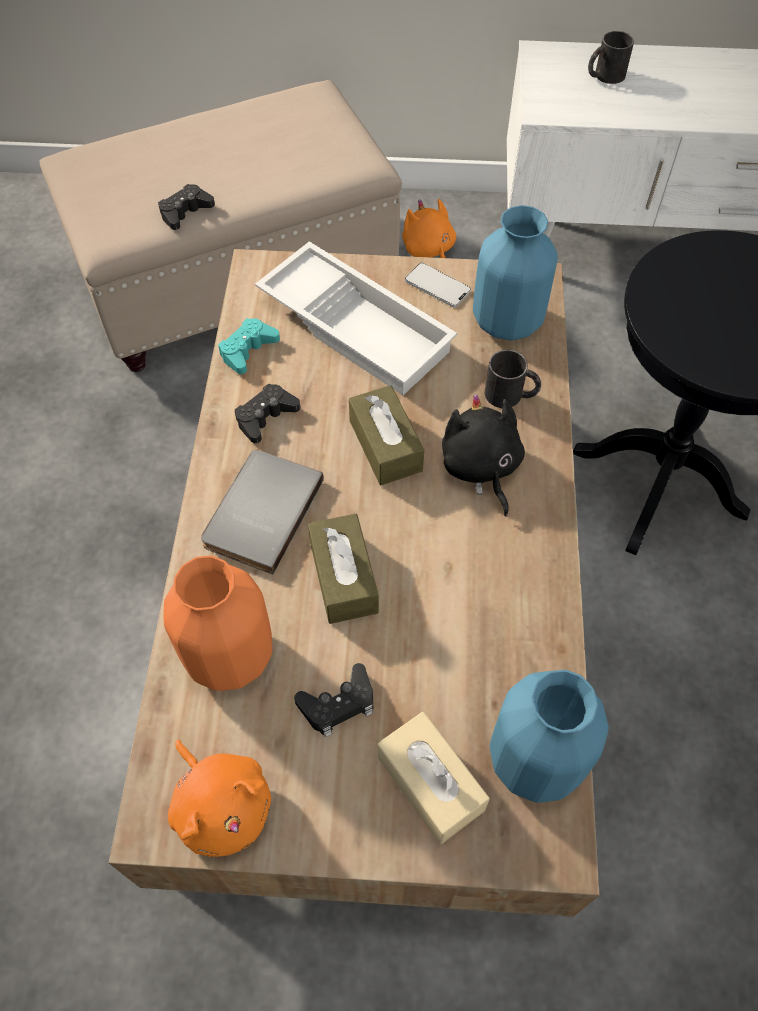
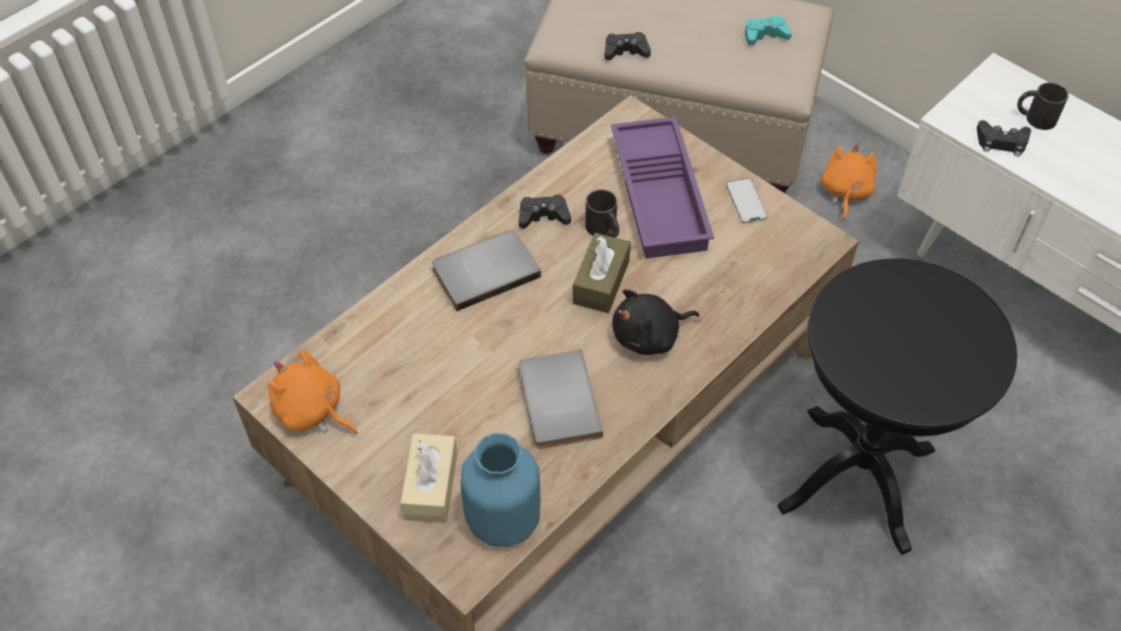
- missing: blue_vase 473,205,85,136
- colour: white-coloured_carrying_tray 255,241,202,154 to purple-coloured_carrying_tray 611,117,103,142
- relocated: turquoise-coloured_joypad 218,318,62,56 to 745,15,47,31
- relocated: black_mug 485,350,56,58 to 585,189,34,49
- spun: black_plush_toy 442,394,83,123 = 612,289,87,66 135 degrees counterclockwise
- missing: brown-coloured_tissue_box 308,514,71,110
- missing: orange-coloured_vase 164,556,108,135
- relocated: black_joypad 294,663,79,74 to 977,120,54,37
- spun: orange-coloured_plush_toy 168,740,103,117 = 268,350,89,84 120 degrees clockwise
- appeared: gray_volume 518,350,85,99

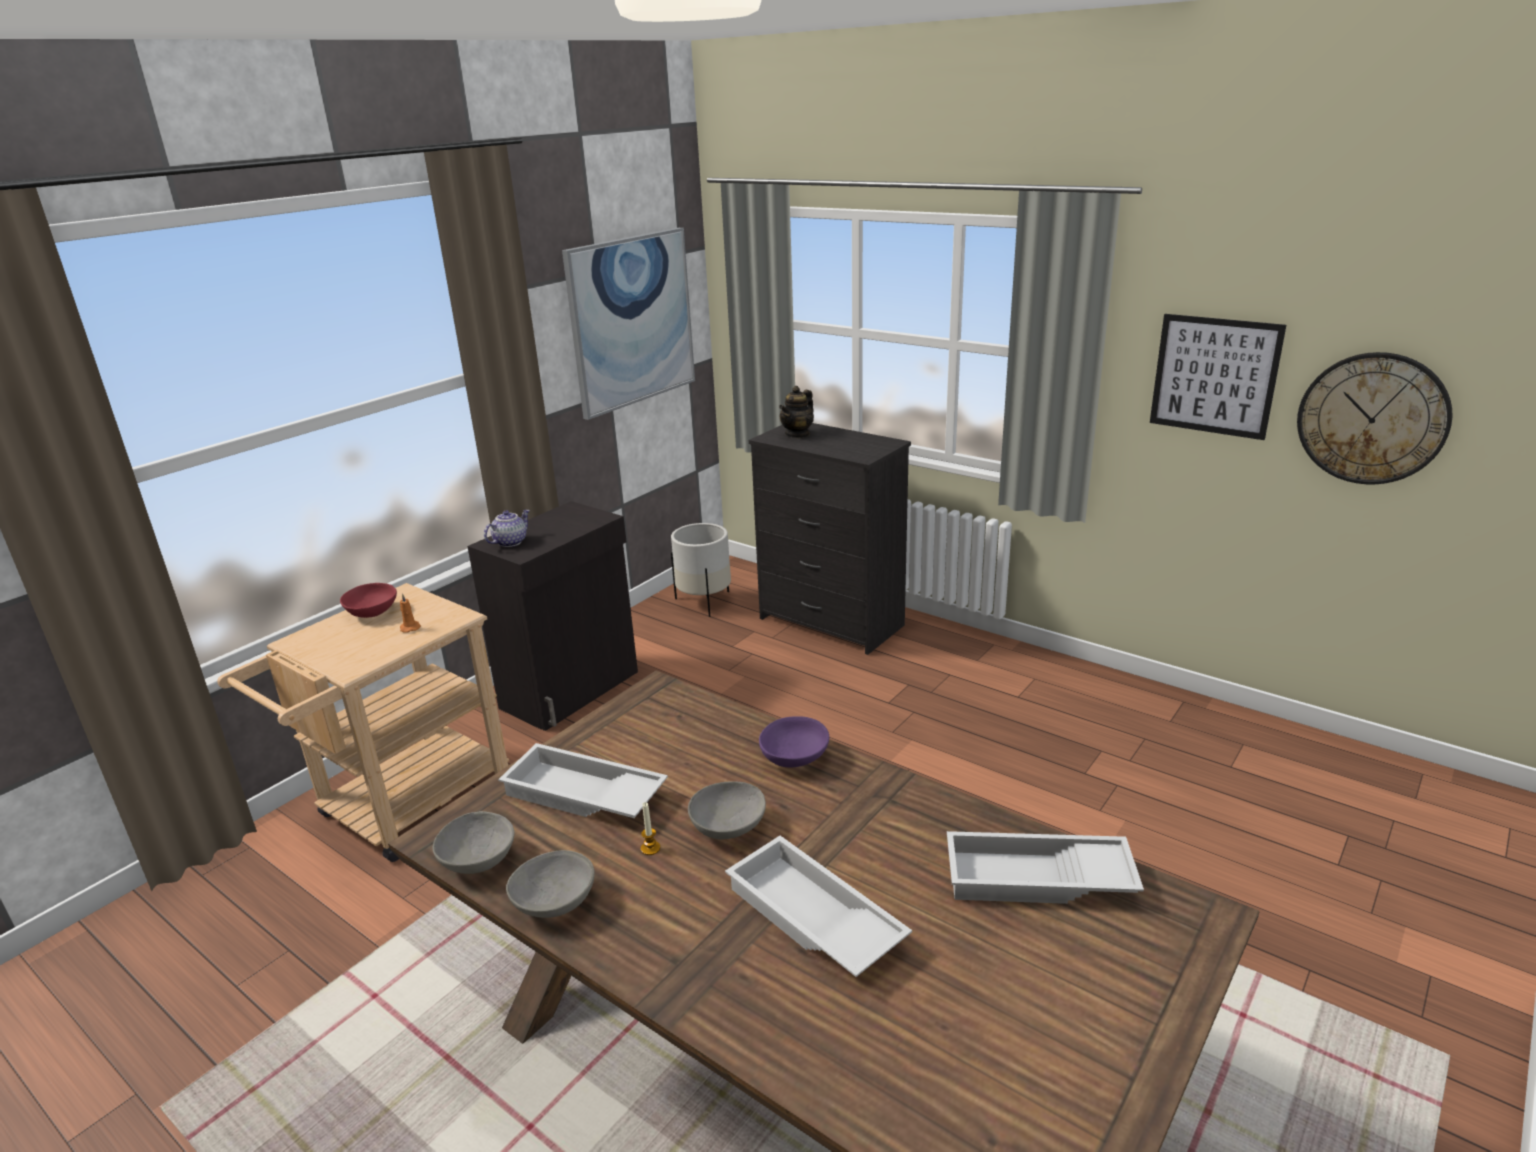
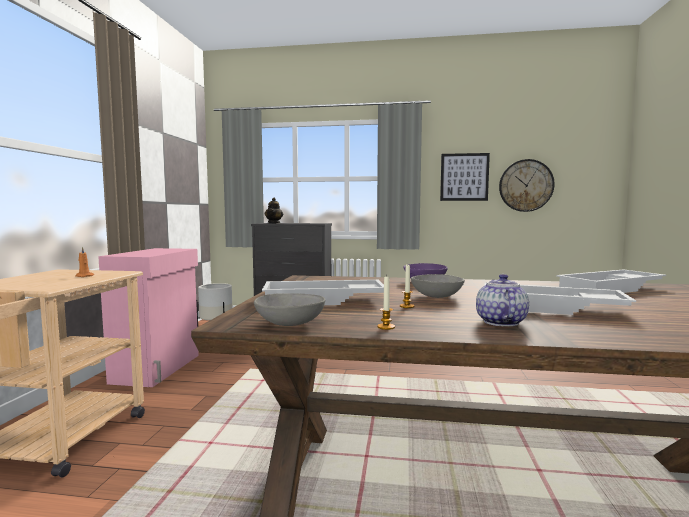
- missing: wall_art 562,228,133,192
- colour: black_storage_cabinet 467,501,171,230 to pinkish_storage_cabinet 98,248,101,139
- relocated: teapot 484,510,46,37 to 476,274,53,53
- missing: red_bowl 340,583,57,35
- exchanged: gray_bowl 506,850,89,68 to candle 377,277,18,53

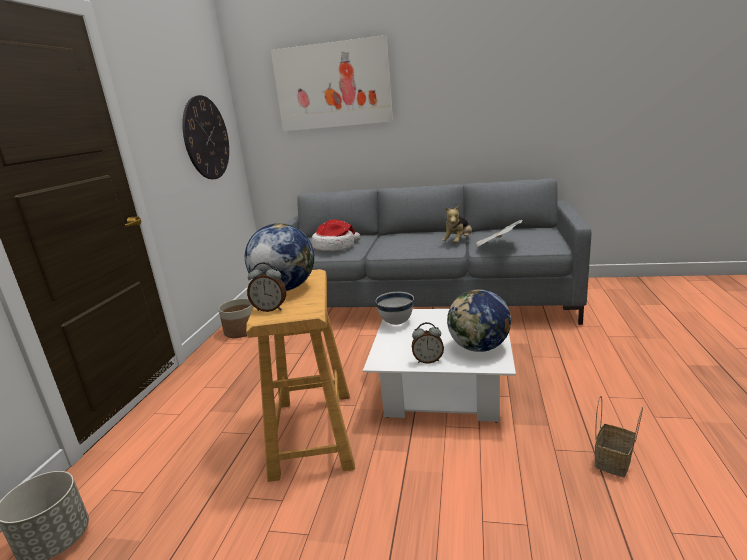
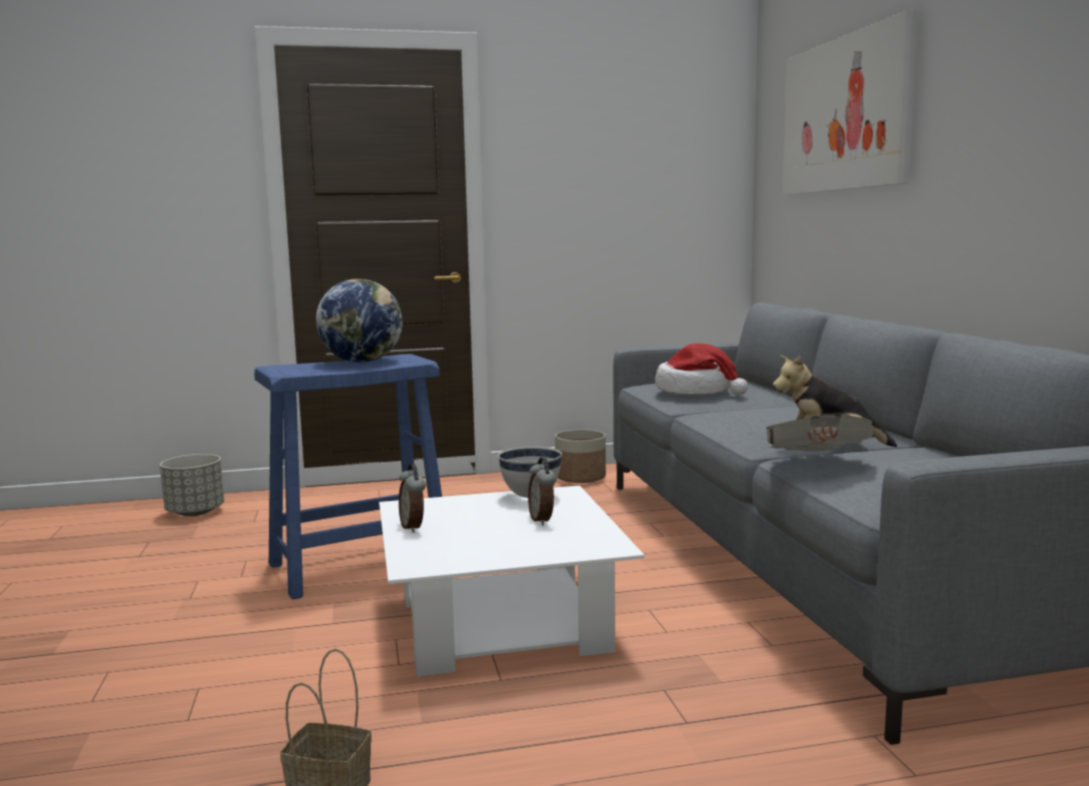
- missing: clock_on_the_wall 182,95,47,84
- relocated: alarm_clock 247,262,39,50 to 528,458,28,67
- colour: beige_sitting_stool 246,269,109,213 to blue_sitting_stool 254,354,188,245
- missing: desk_globe 447,289,64,63

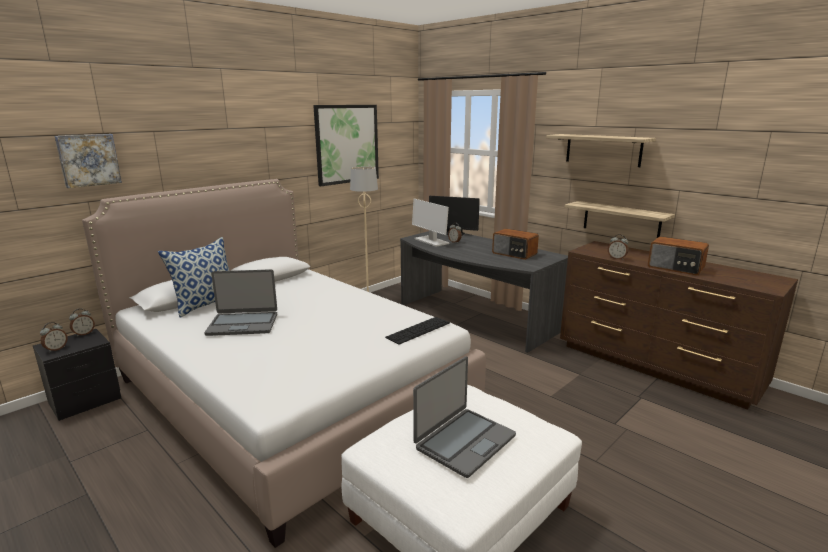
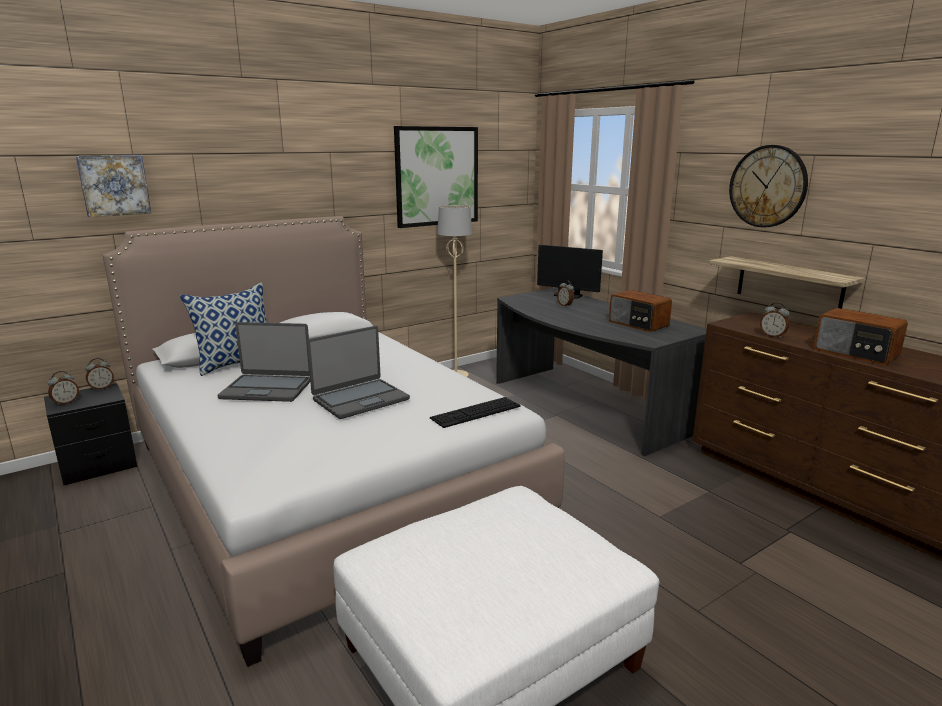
- exchanged: bracket_shelf 546,134,110,33 to clock_on_the_wall 729,145,79,82
- missing: computer_screen 412,199,38,48
- relocated: notebook_computer 413,356,103,122 to 307,326,103,93

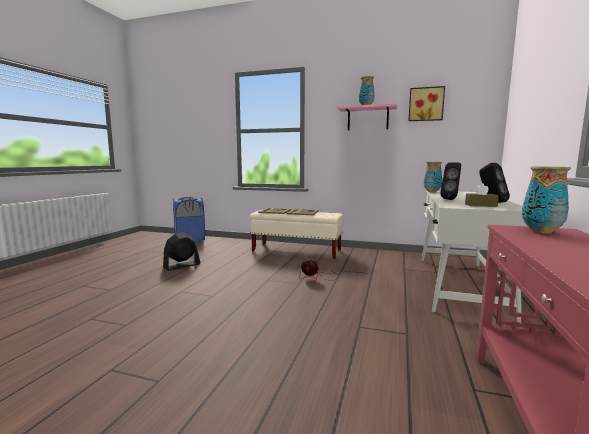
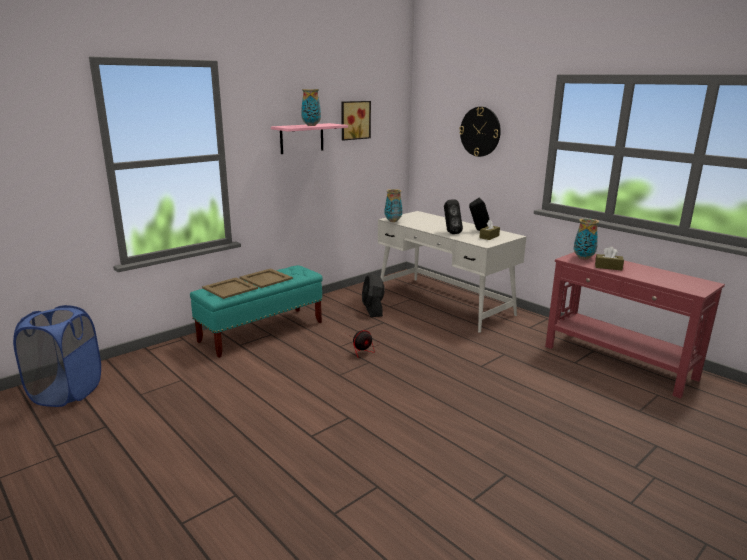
- colour: beige_indoor_bench 250,210,93,49 to turquoise-coloured_indoor_bench 190,265,133,93
- relocated: black_fan 163,232,37,39 to 362,274,23,43
- appeared: clock_on_the_wall 459,107,42,50
- appeared: brown-coloured_tissue_box 595,247,29,23

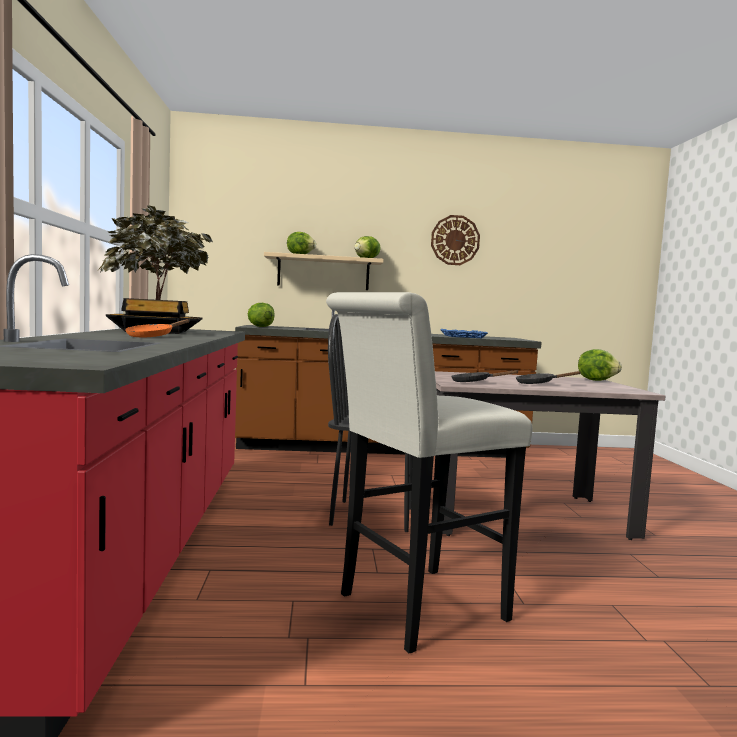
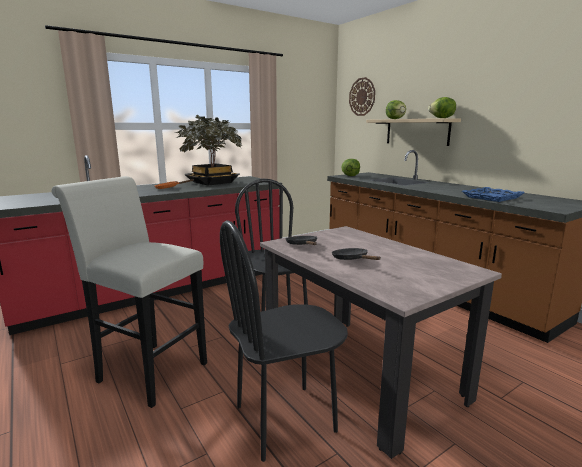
- relocated: clock_on_the_wall 431,215,49,50 to 349,77,26,39
- missing: lettuce_head 578,349,44,32
- appeared: black_upright_chair 220,220,128,242

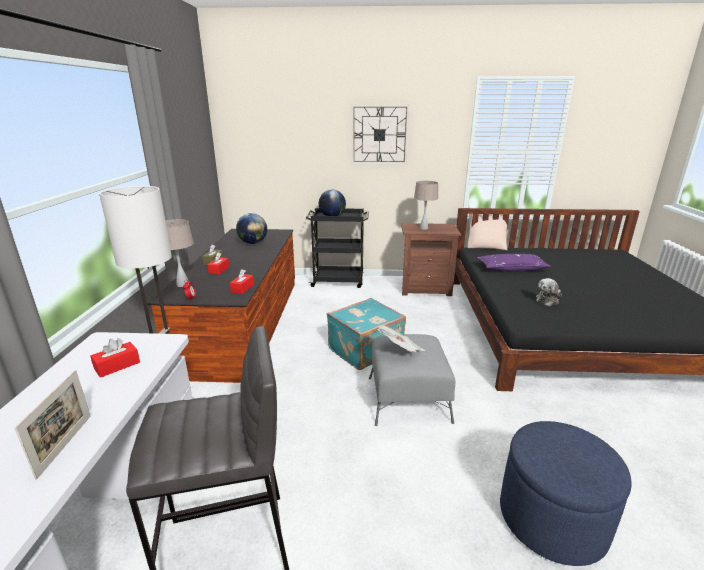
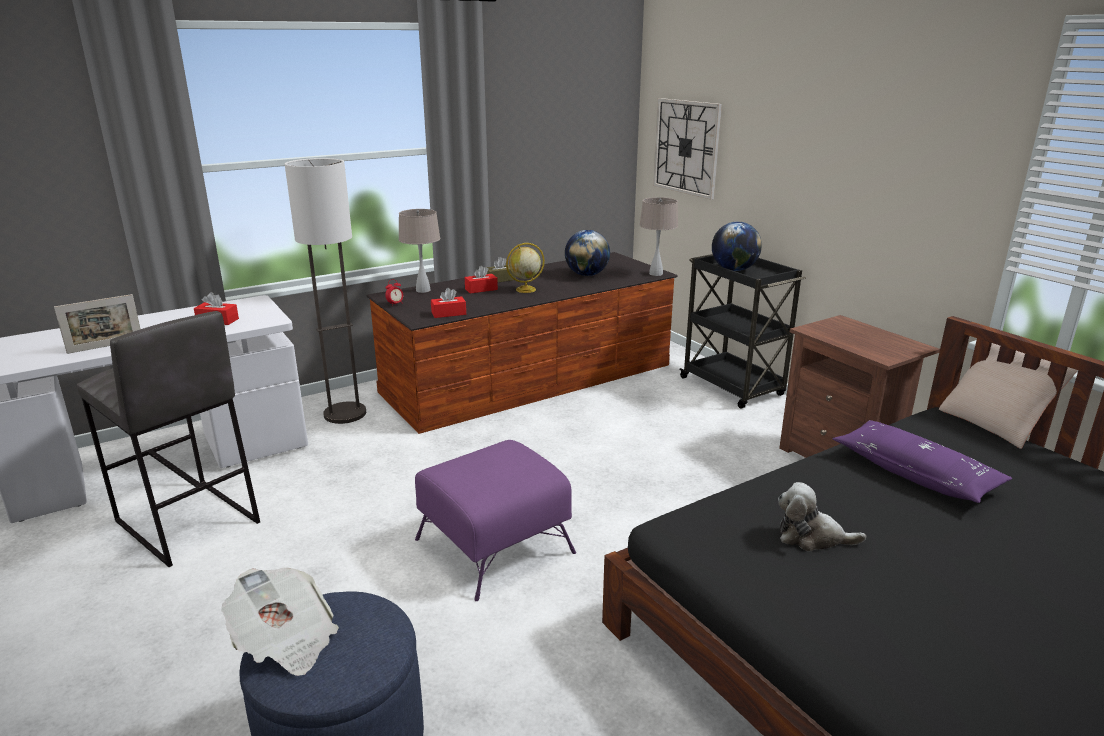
- relocated: clock_on_the_wall 352,105,57,59 to 653,98,69,102
- relocated: beige_lamp_for_a_table 414,181,24,49 to 640,197,38,79
- missing: turquoise-coloured_suitcase 327,298,79,72
- relocated: daily_paper 377,326,48,26 to 221,567,118,109
- colour: gray_pouffe 369,334,86,92 to purple-coloured_pouffe 415,440,161,161
- appeared: desk_globe 506,243,39,50

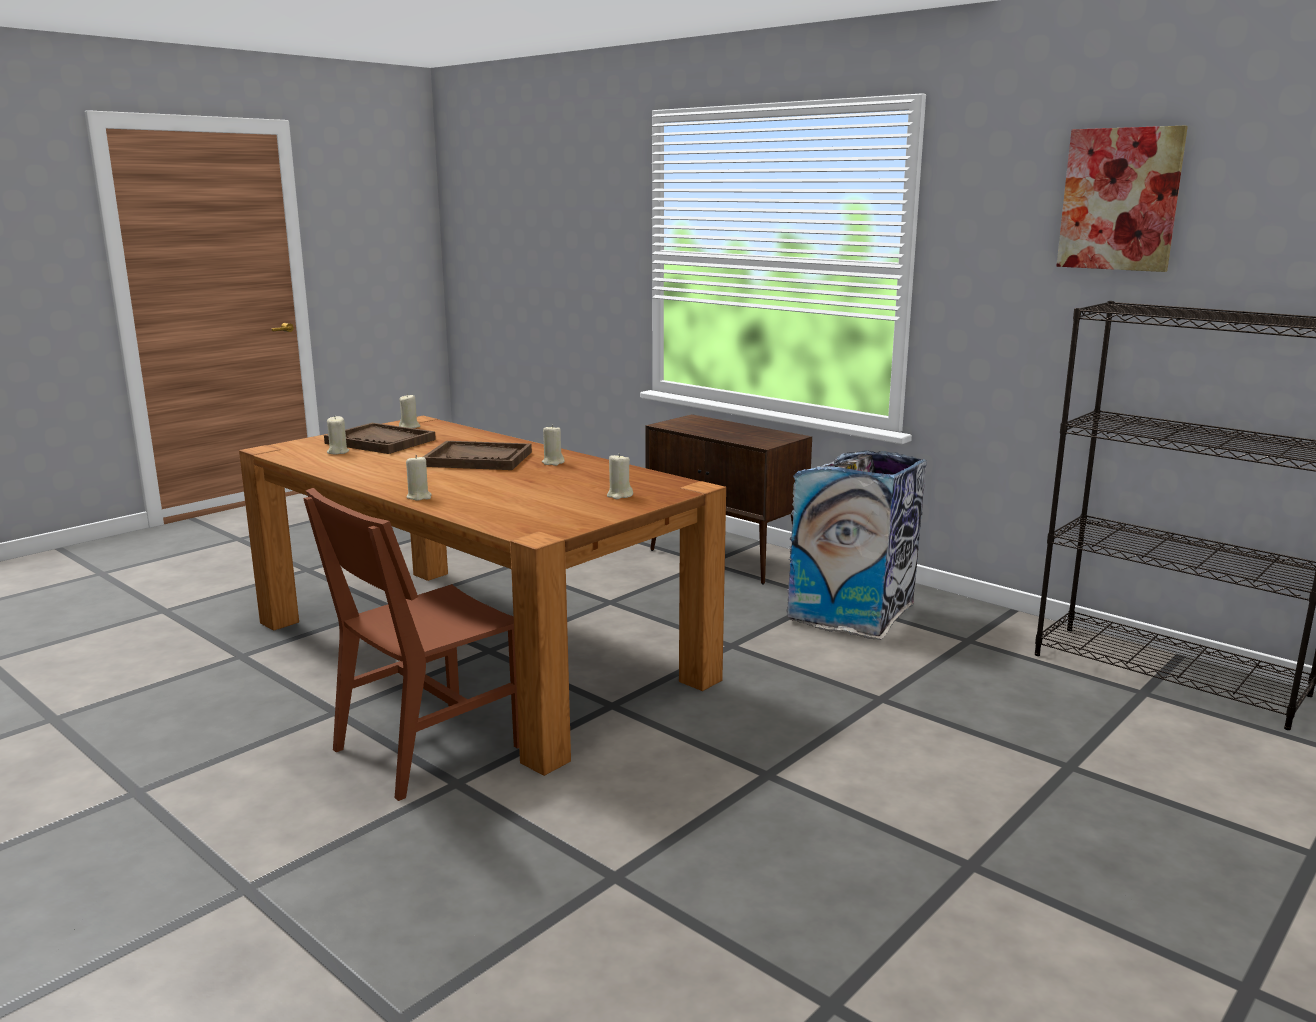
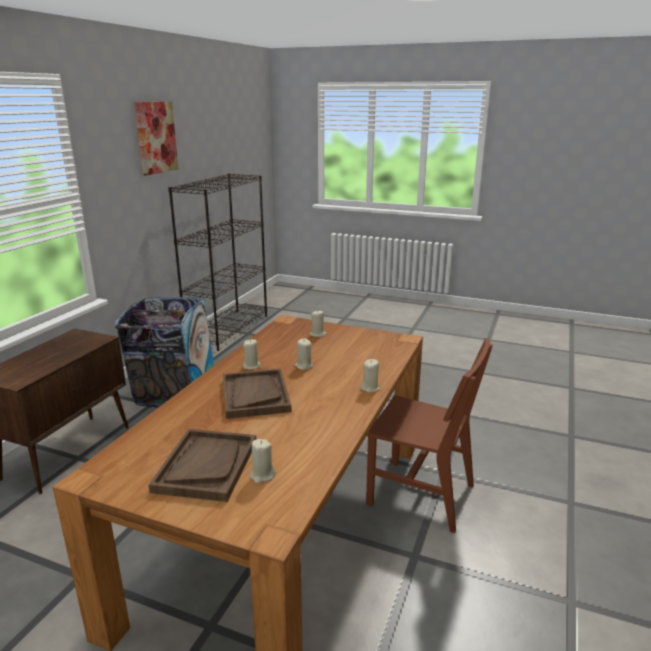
- relocated: beige_candle 399,394,21,34 to 295,338,18,32

